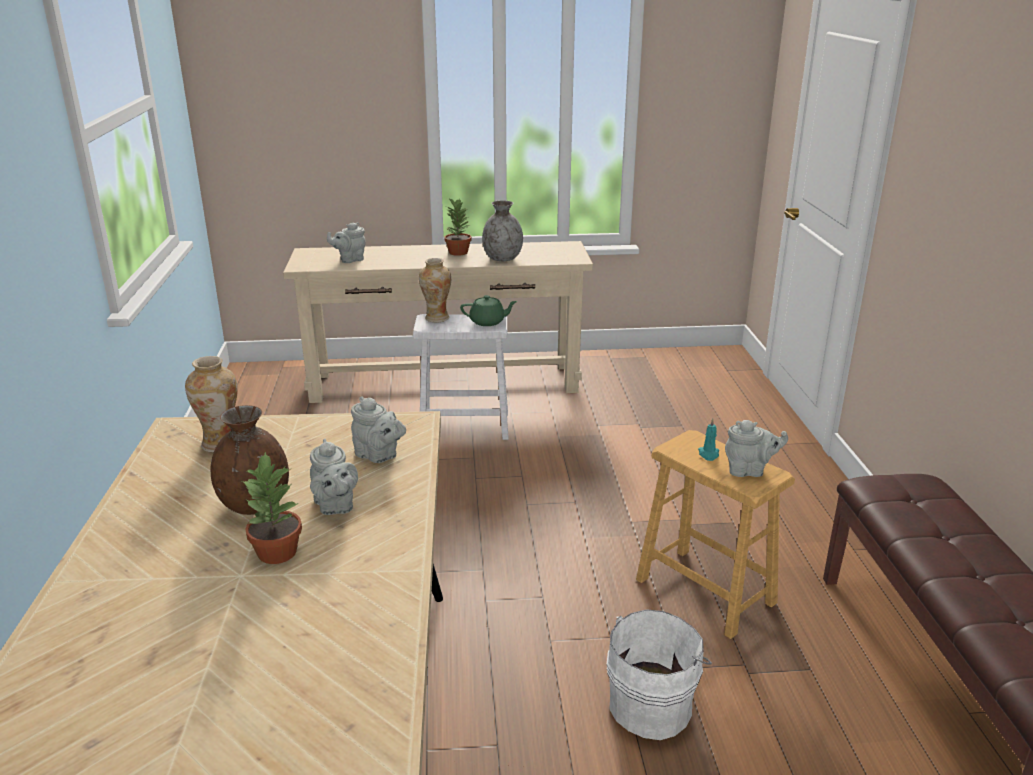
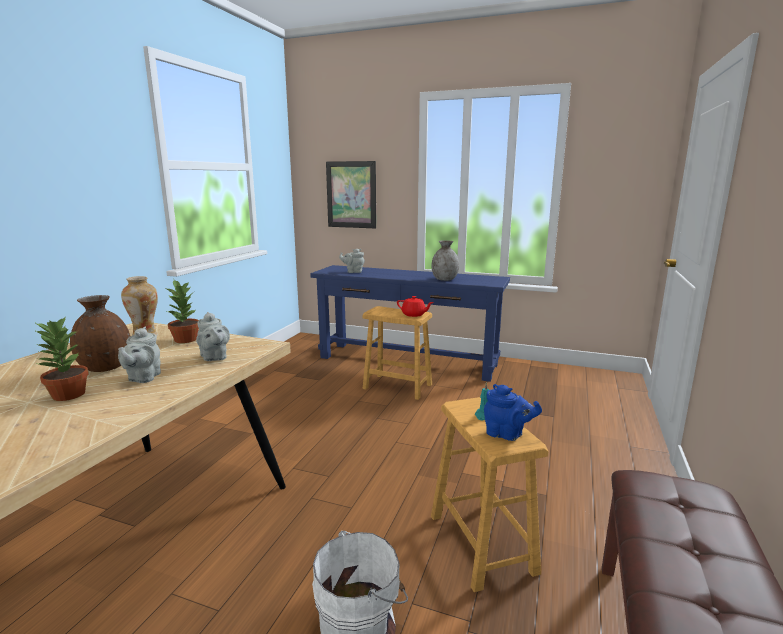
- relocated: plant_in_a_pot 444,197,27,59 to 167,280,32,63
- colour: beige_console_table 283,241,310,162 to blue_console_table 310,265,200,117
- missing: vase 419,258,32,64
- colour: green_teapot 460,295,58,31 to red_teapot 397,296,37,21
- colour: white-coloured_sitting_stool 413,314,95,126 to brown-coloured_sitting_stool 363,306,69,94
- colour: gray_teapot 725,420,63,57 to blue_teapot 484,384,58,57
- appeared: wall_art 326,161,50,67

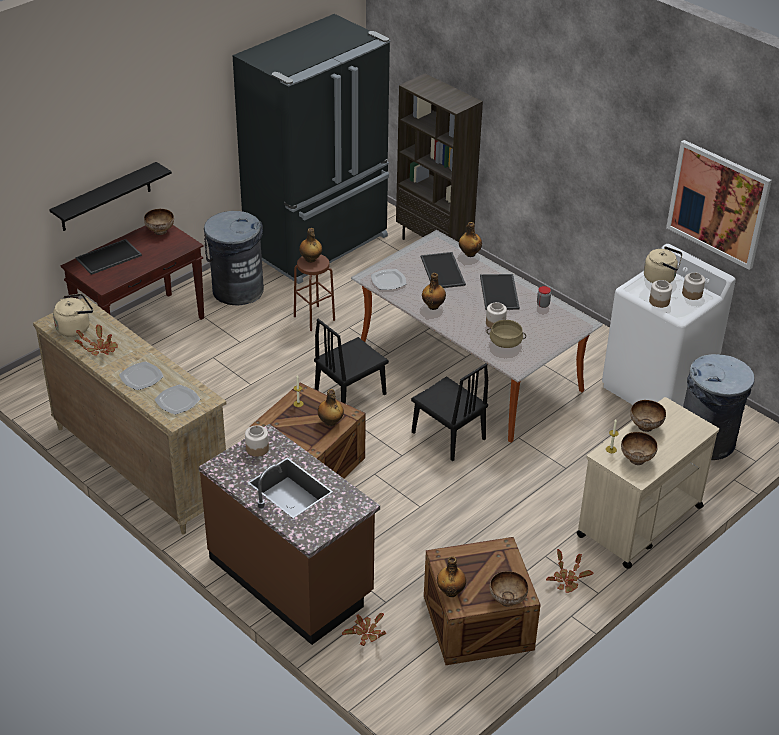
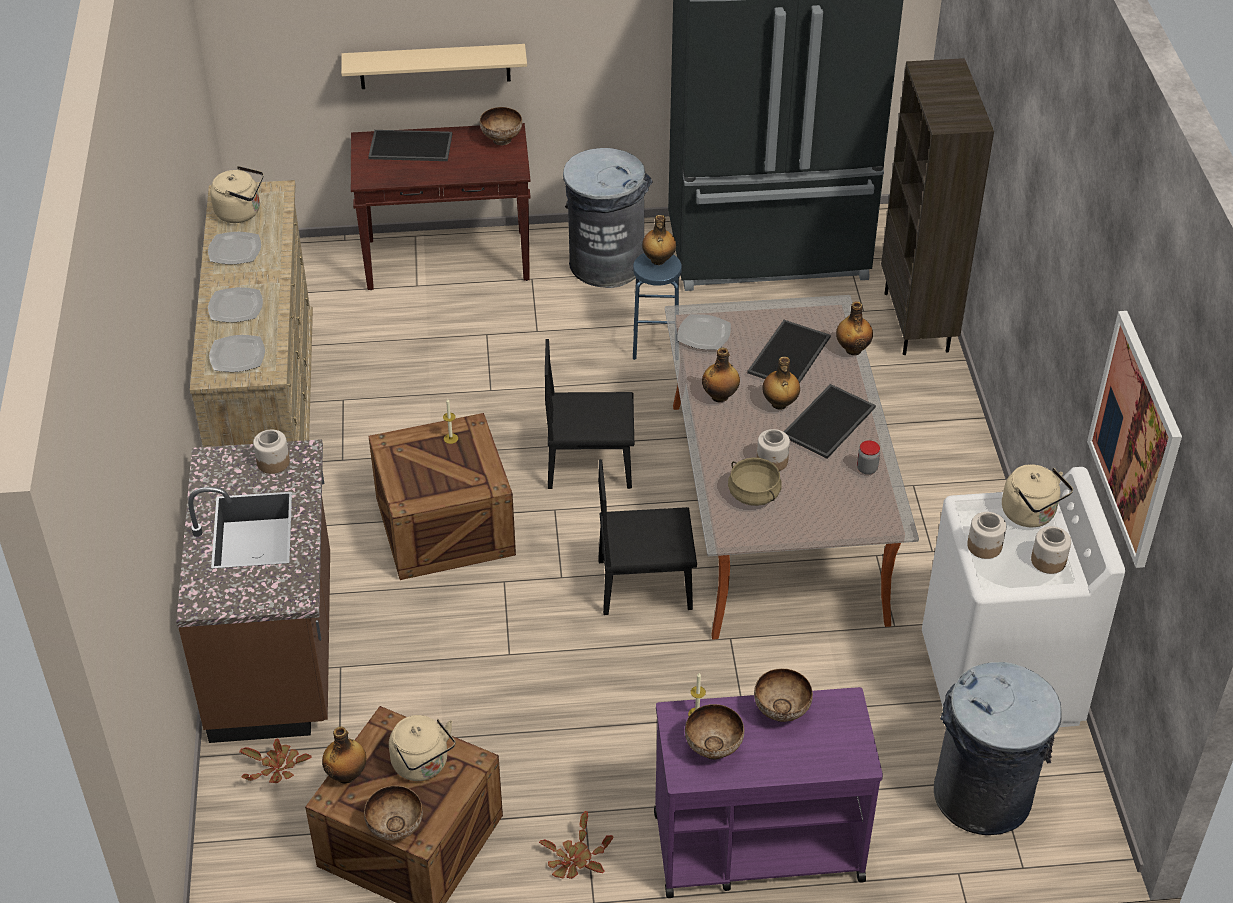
- colour: black_bracket_shelf 49,162,123,69 to beige_bracket_shelf 341,44,186,45
- colour: brown-coloured_sitting_stool 294,255,41,76 to blue_sitting_stool 633,253,49,107
- exchanged: plant_in_a_pot 75,324,43,32 to dinner_plate 208,232,53,33
- spun: black_upright_chair 411,363,77,98 = 598,459,99,156 90 degrees clockwise
- relocated: drink_bottle 318,389,26,37 to 762,356,38,54
- colour: beige_trolley 577,397,142,172 to purple-coloured_trolley 654,687,229,211
- appeared: beige_kettle 389,715,67,66

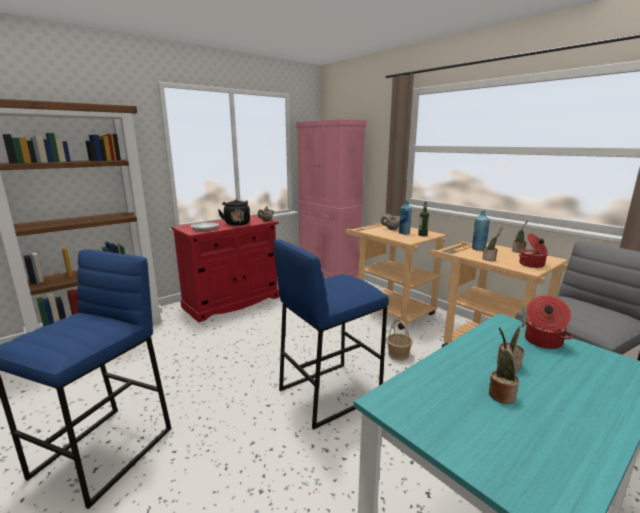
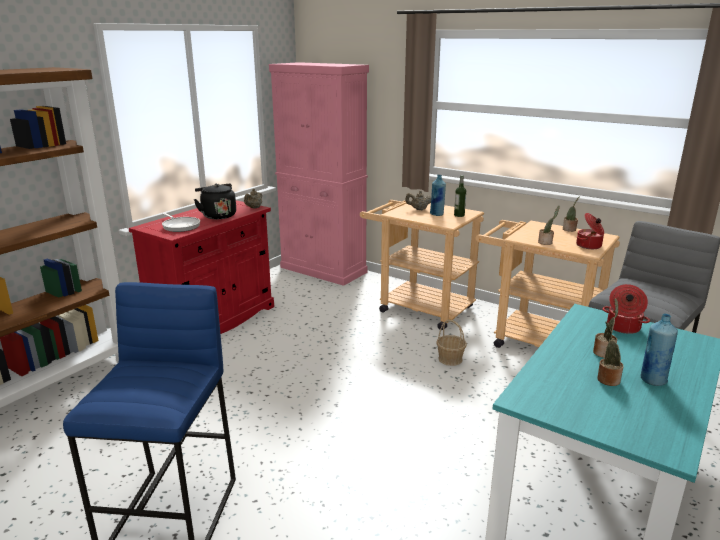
- relocated: blue_drink_bottle 472,211,17,40 to 641,313,37,73
- missing: blue_sitting_stool 273,239,116,191

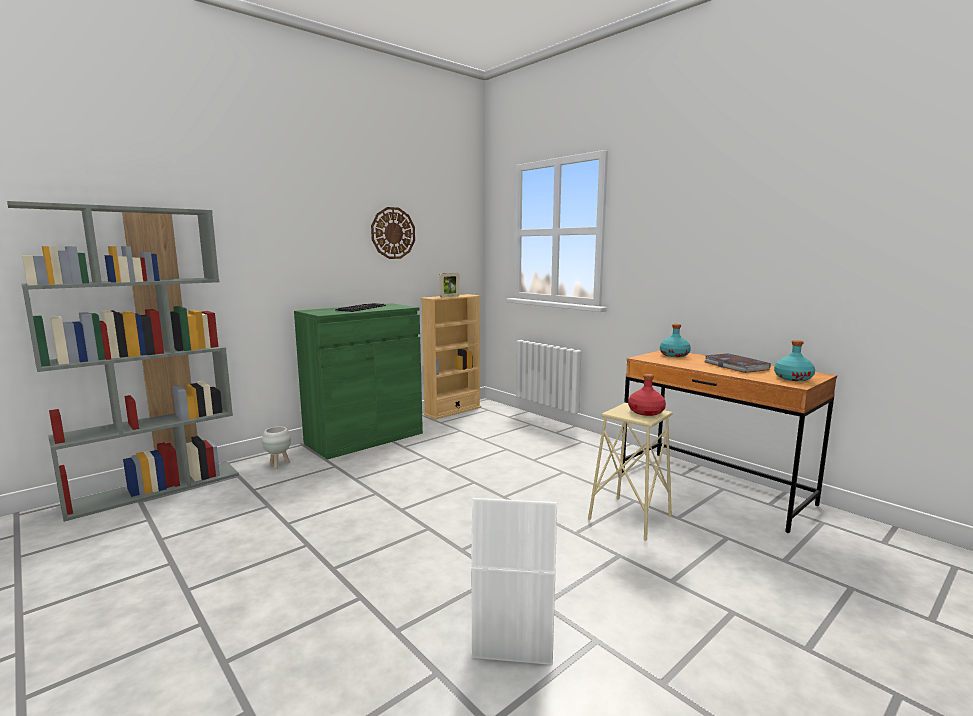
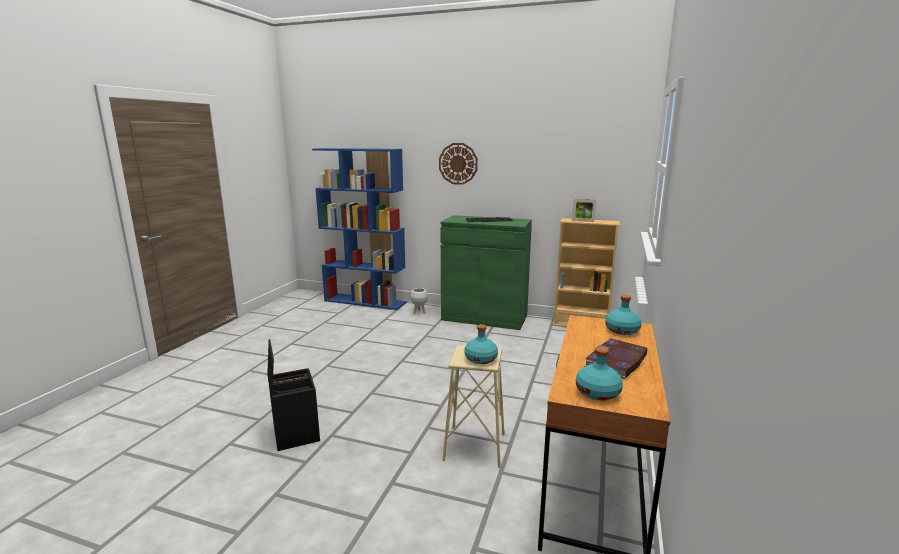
- colour: gray_bookshelf 7,201,232,321 to blue_bookshelf 312,148,94,162
- relocated: clock_on_the_wall 371,207,44,52 to 439,143,39,42
- colour: red_drink_bottle 628,374,38,42 to turquoise-coloured_drink_bottle 464,324,34,40
- colour: white-coloured_storage_box 471,498,86,167 to black_storage_box 267,339,53,112

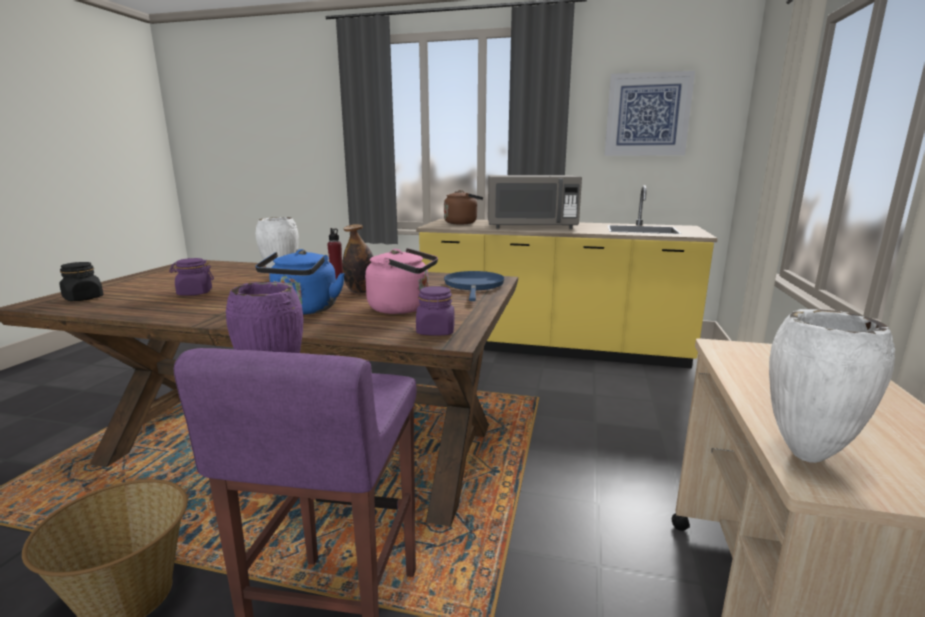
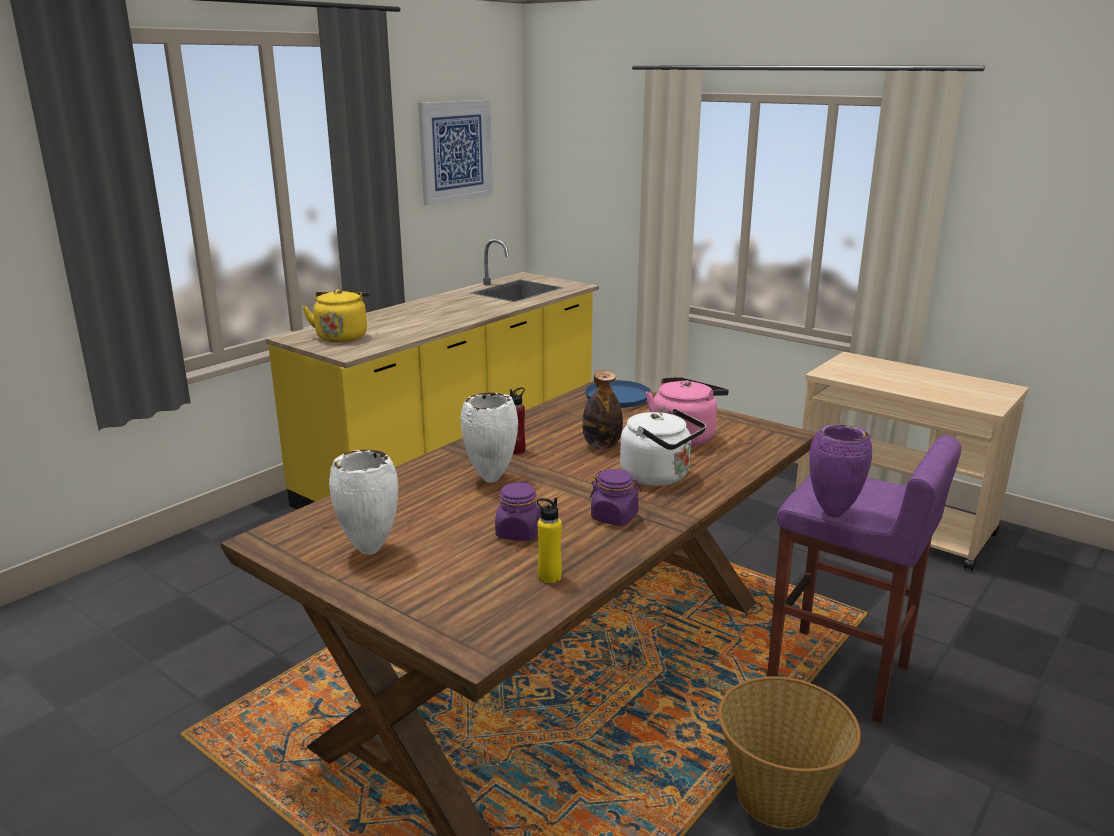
- missing: gray_microwave_oven 488,175,94,54
- colour: brown-coloured_kettle 444,190,39,35 to yellow_kettle 303,289,66,53
- colour: blue_kettle 255,249,90,66 to white-coloured_kettle 620,409,86,77
- missing: black_jar 60,262,44,39
- relocated: purple-coloured_jar 416,286,38,50 to 590,469,52,57
- relocated: white-coloured_vase 769,309,126,154 to 329,450,69,105
- appeared: yellow_drink_bottle 537,497,25,86

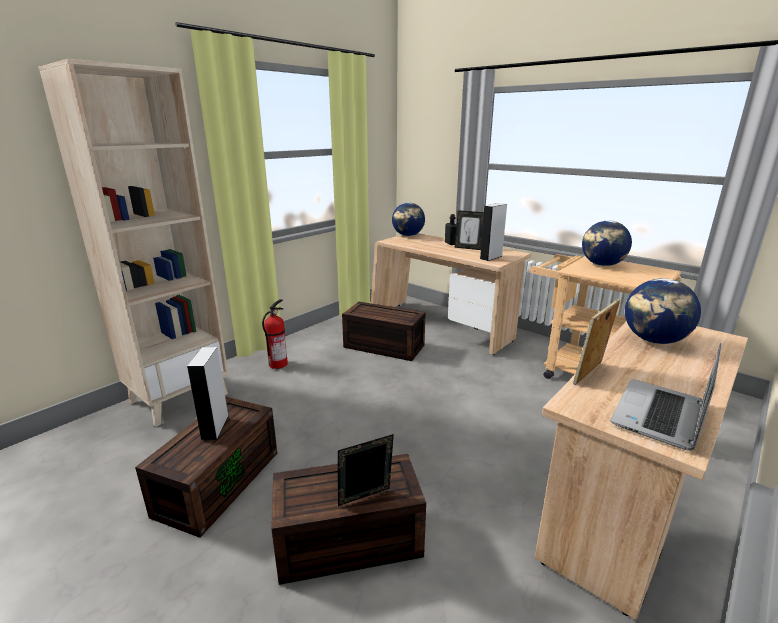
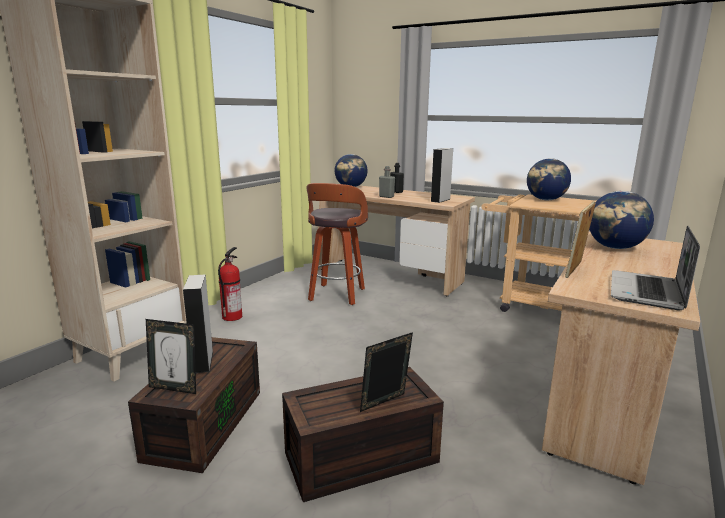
- relocated: picture_frame 455,210,29,40 to 146,319,50,75
- exchanged: brown-coloured_storage_box 342,302,84,59 to sitting_stool 306,183,62,122
- appeared: gray_drink_bottle 379,166,16,32

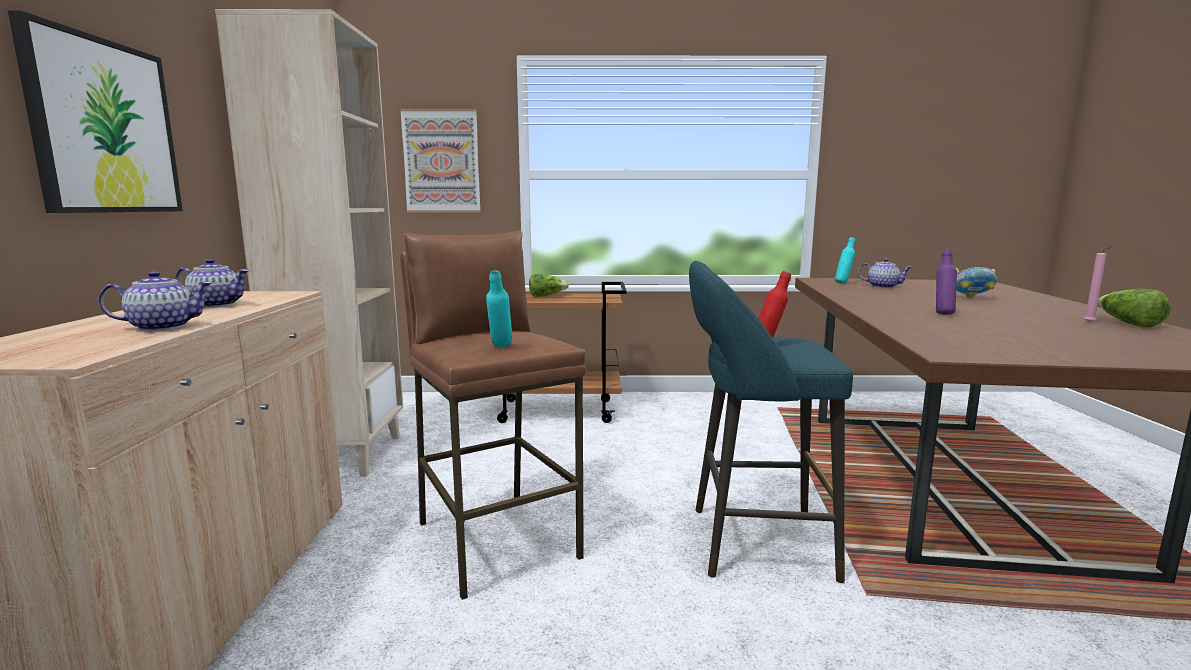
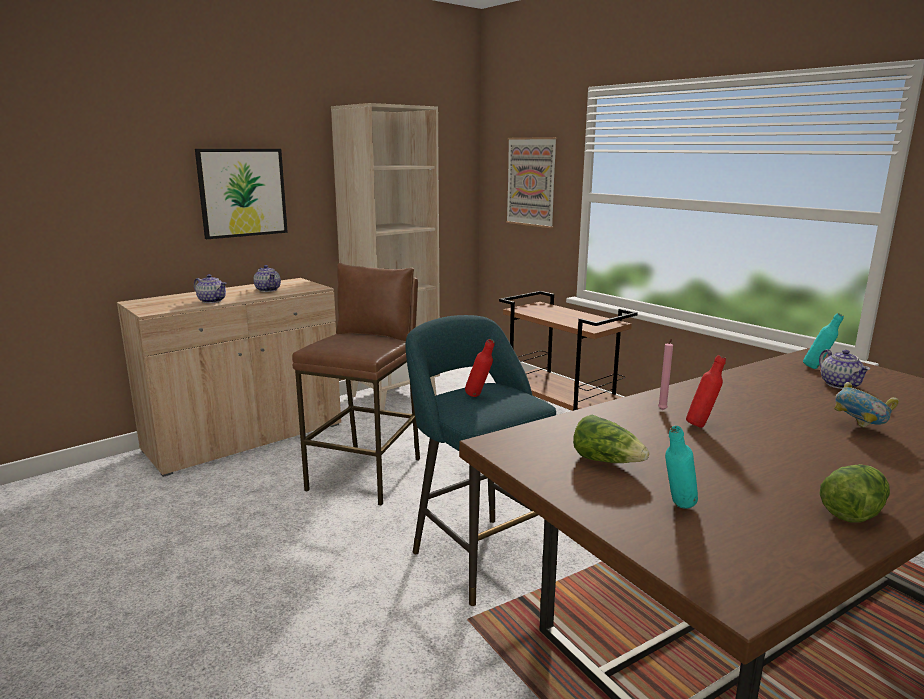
- relocated: pinkish_candle 1084,246,30,77 to 658,339,15,71
- colour: purple-coloured_drink_bottle 936,250,21,65 to red_drink_bottle 686,355,40,73
- relocated: turquoise-coloured_drink_bottle 486,270,26,77 to 665,426,33,83
- relocated: lettuce_head 529,274,40,23 to 573,415,76,48

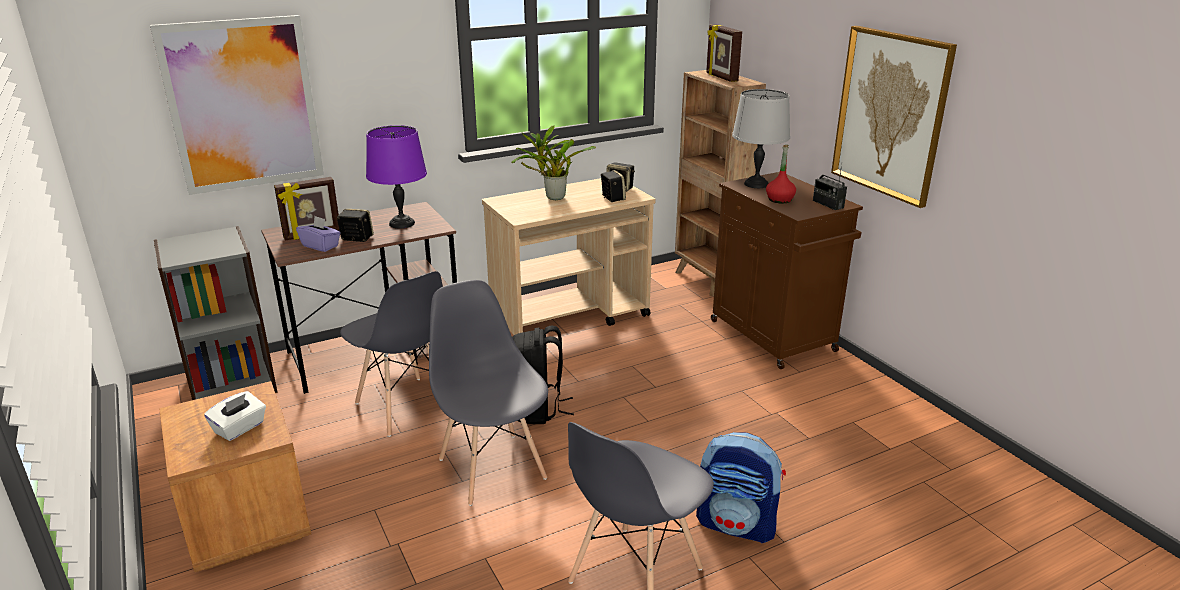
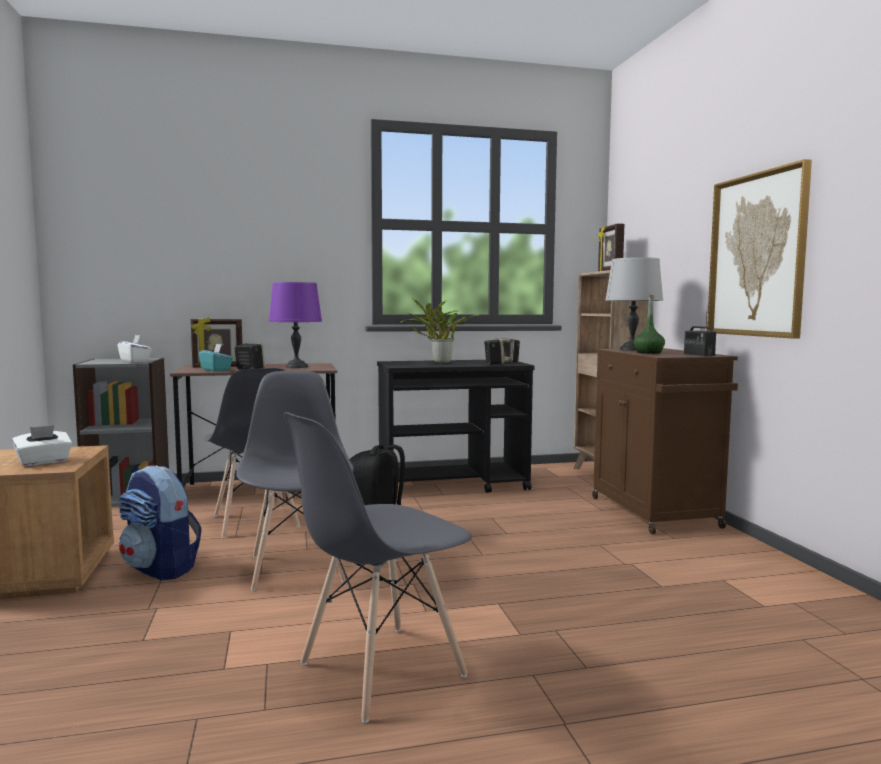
- missing: wall_art 150,15,174,180
- colour: red_drink_bottle 766,145,30,58 to green_drink_bottle 634,295,31,59
- colour: beige_trolley 482,178,174,157 to black_trolley 377,360,158,133
- colour: purple-coloured_tissue_box 296,216,44,36 to turquoise-coloured_tissue_box 199,344,34,27
- relocated: rucksack 696,432,90,111 to 118,466,84,115
- appeared: white-coloured_tissue_box 118,335,34,27

